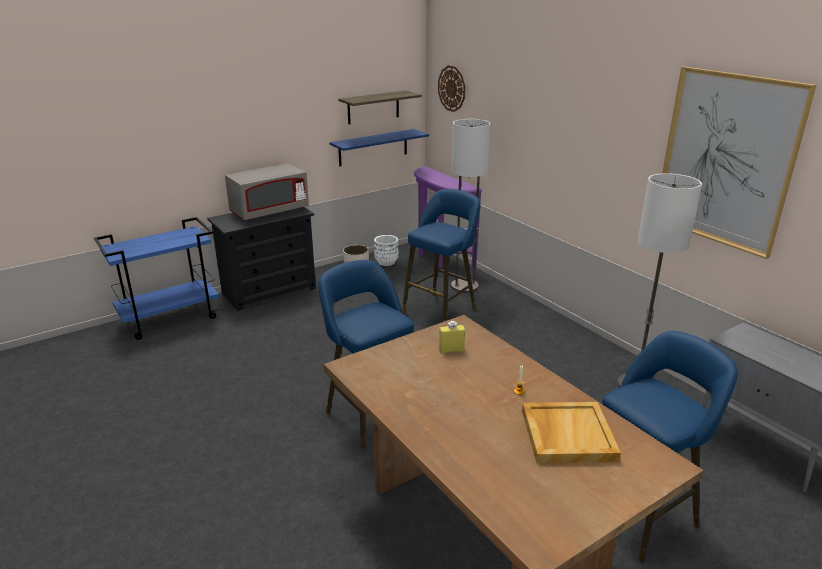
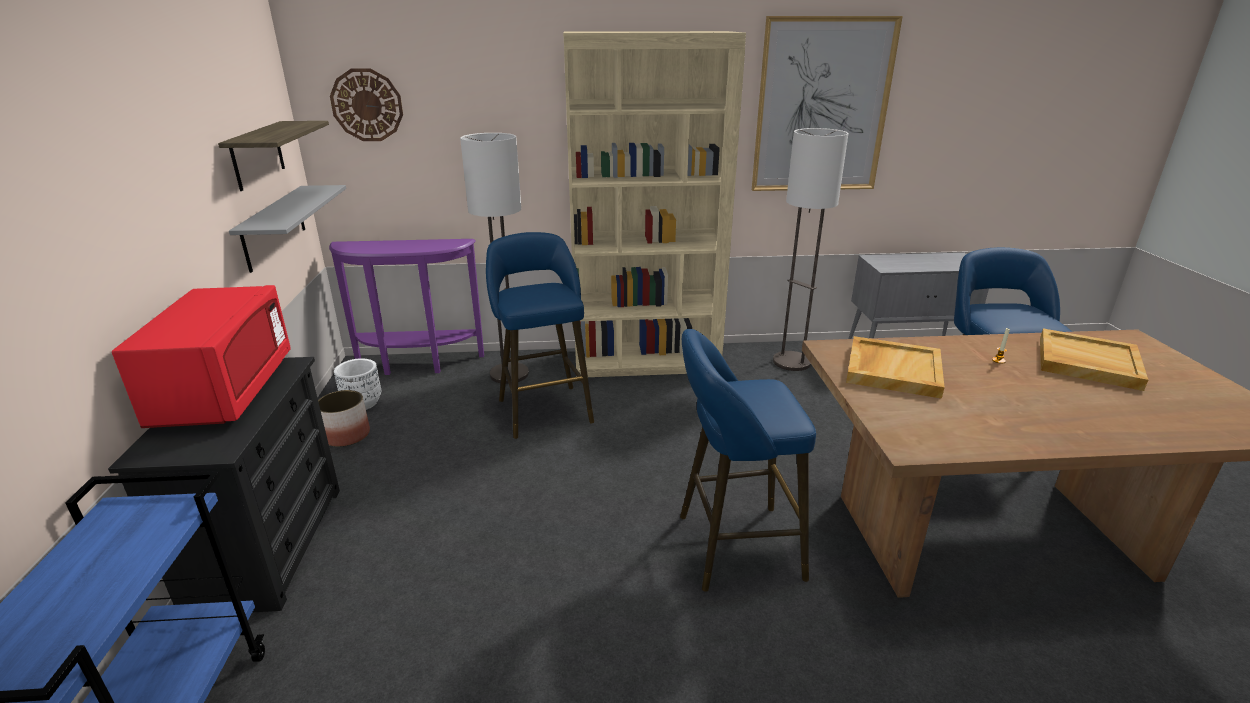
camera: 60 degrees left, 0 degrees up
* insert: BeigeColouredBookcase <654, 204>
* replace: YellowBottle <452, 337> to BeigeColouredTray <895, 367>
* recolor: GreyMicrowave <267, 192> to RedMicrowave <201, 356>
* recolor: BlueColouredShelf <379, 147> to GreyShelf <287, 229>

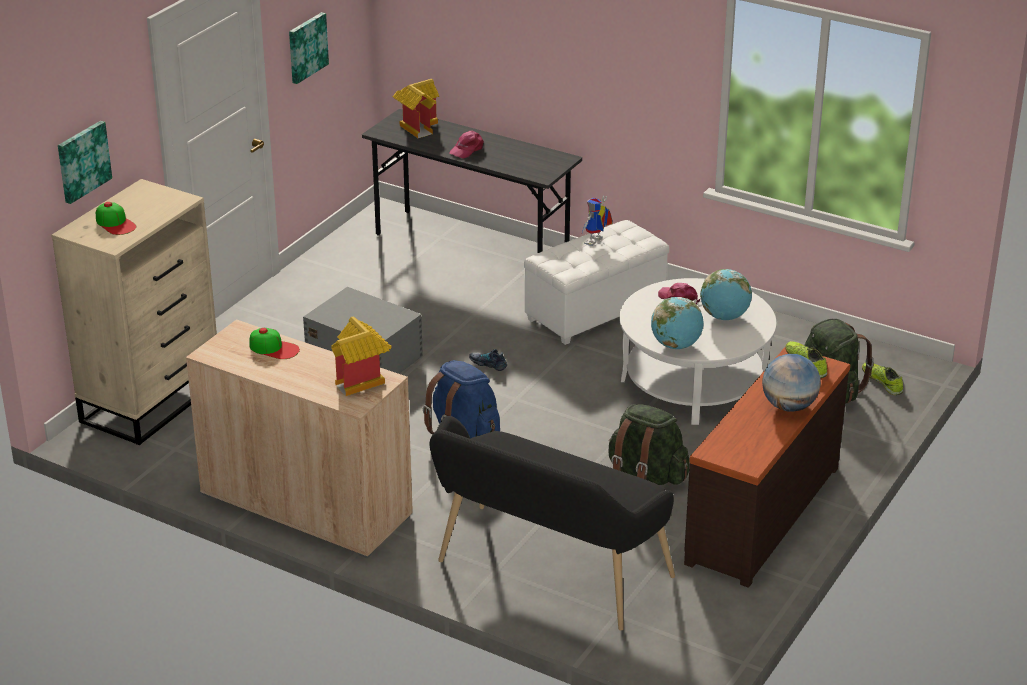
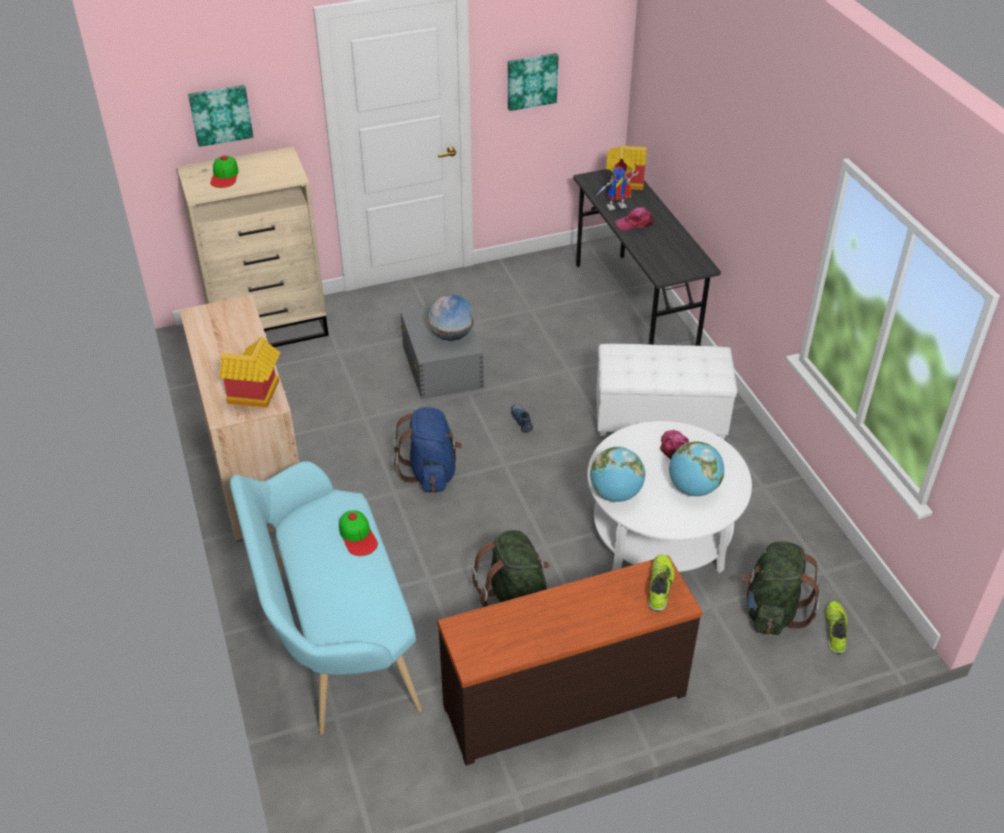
camera: 40 degrees right, 10 degrees up
* move: Cap <274, 343> to <358, 533>
* move: ModelRobot <597, 221> to <617, 189>
* move: DeskGlobe <791, 383> to <451, 317>
* recolor: BlackLongSeat <552, 523> to BlueGreenLongSeat <326, 598>

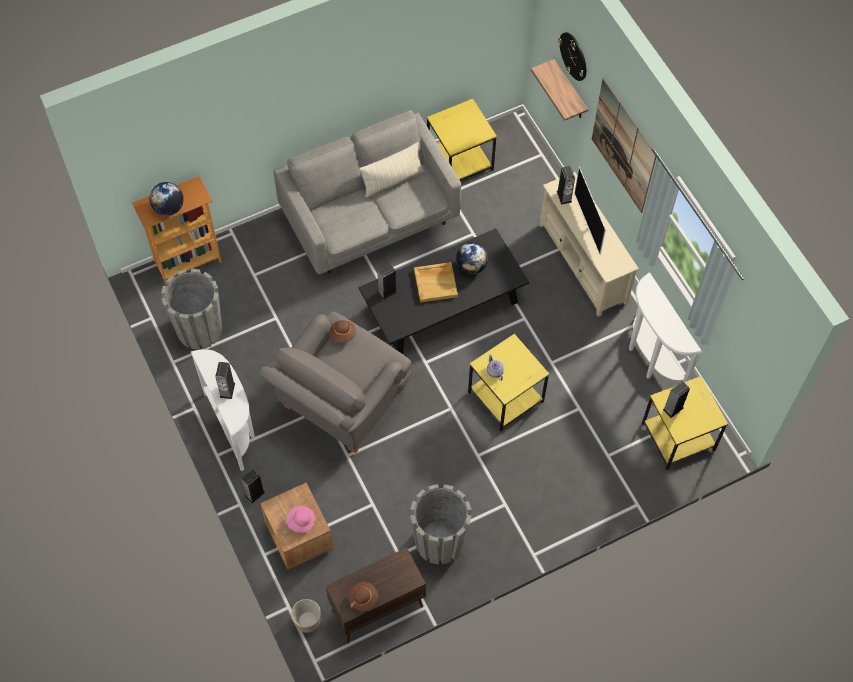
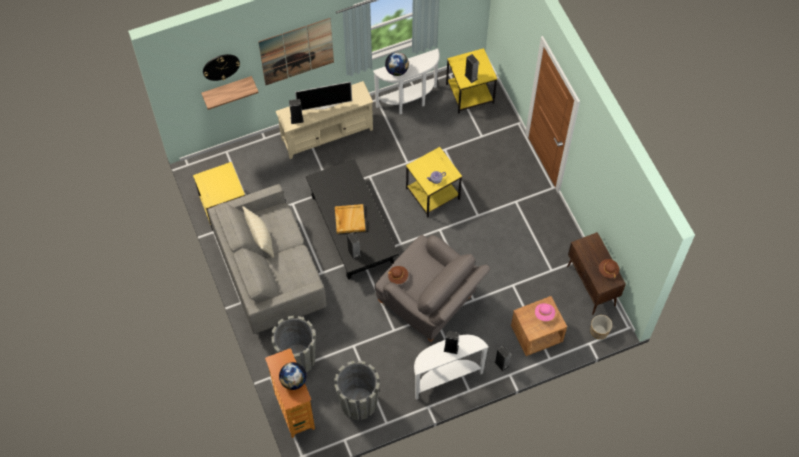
camera: 85 degrees left, 0 degrees up
* move: GreyPlantPot <441, 524> to <293, 344>
* move: DeskGlobe <472, 258> to <397, 64>

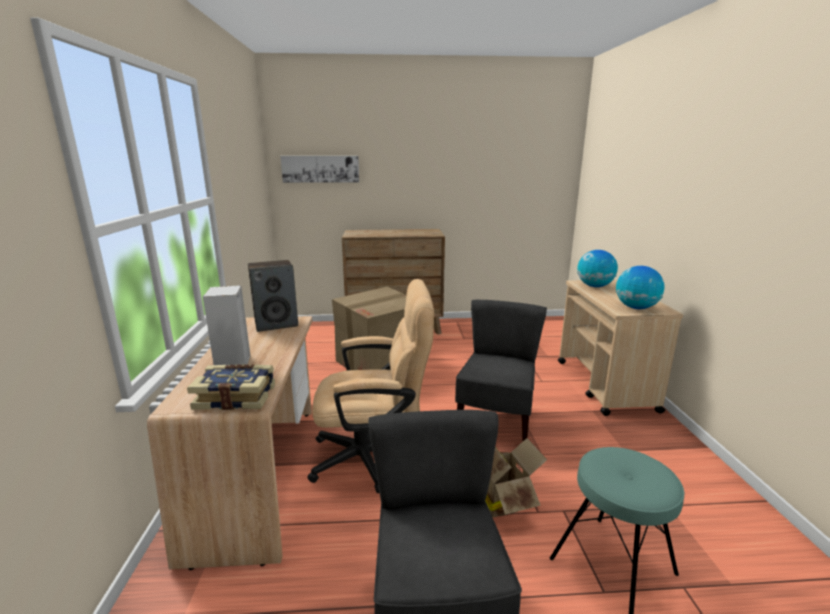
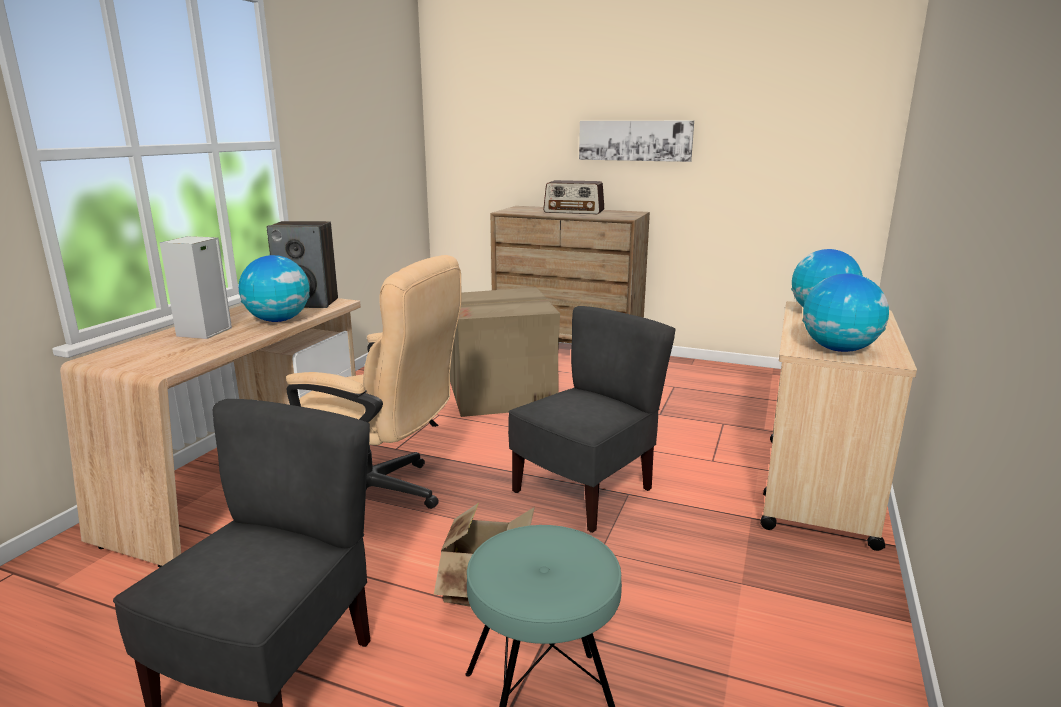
camera: 25 degrees right, 0 degrees up
* delete: BoundBook <231, 387>
* insert: DeskGlobe <274, 288>
* insert: RadioSet <573, 197>
* move: WallArt <319, 169> to <636, 141>

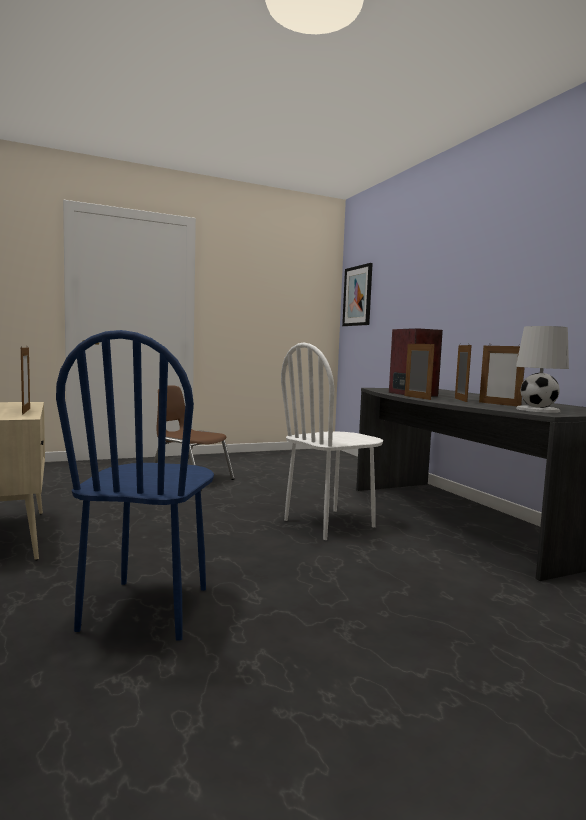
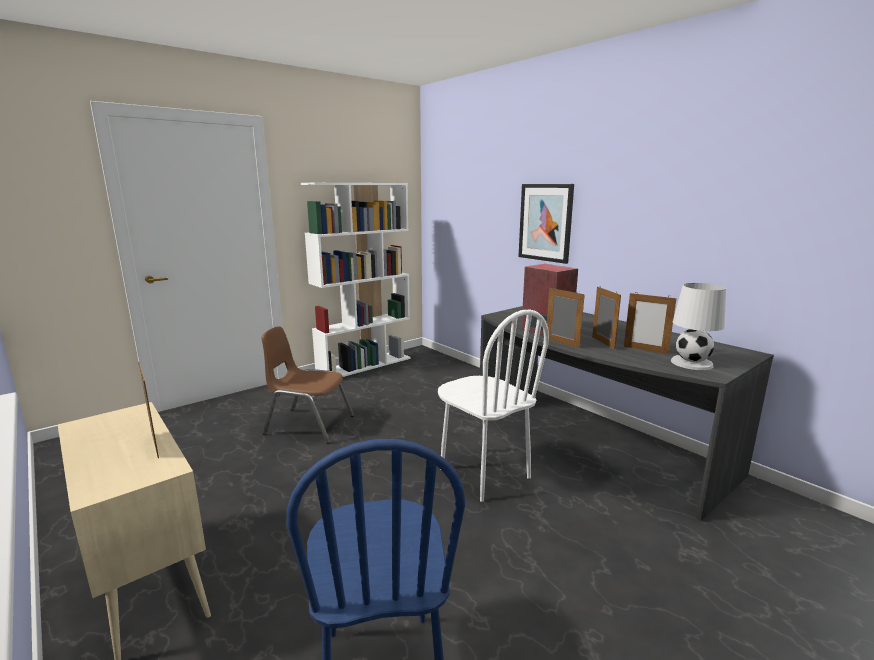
camera: 15 degrees left, 10 degrees up
* insert: WhiteBookcase <356, 280>
* move: WallArt <357, 294> to <546, 224>
* rotate: WhiteUprightChair <332, 441> = <493, 406> 75 degrees counterclockwise

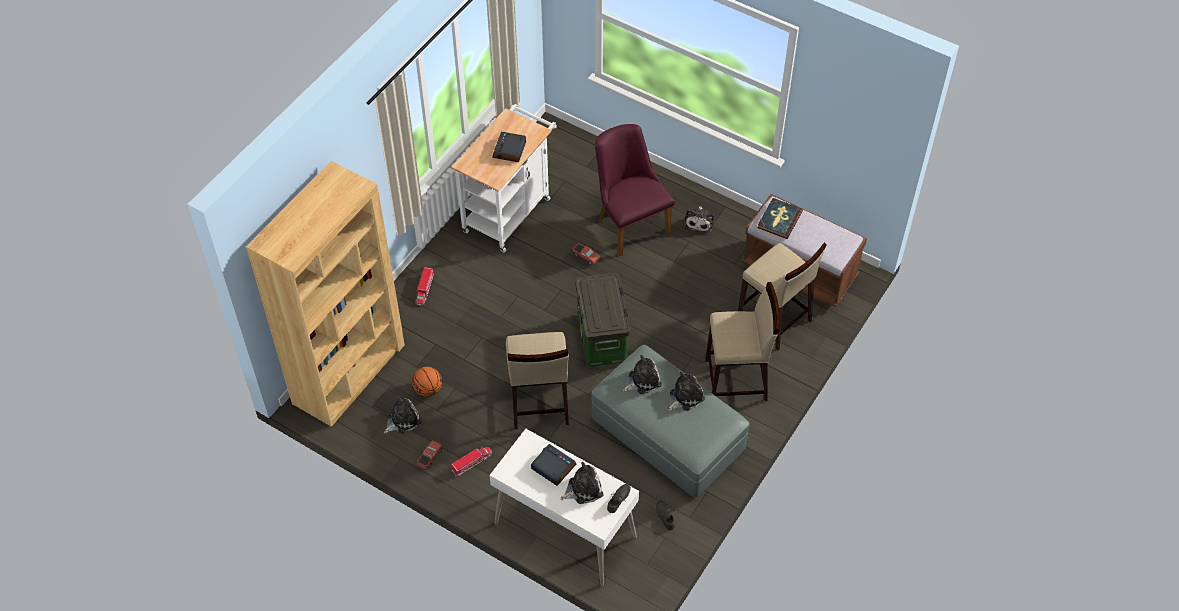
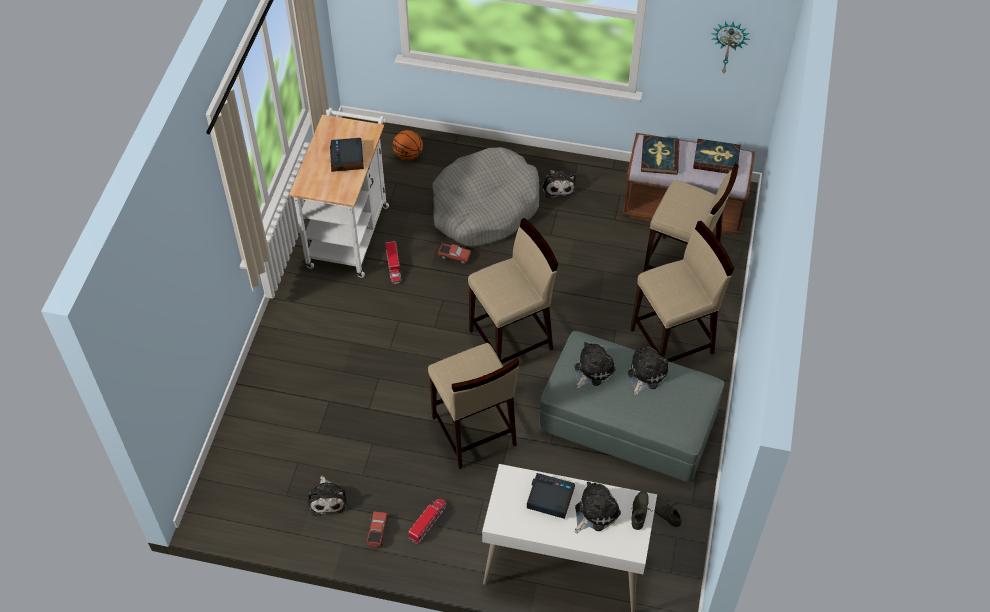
camera: 20 degrees left, 0 degrees up
* delete: BrownishBookcase <325, 294>
* insert: BoundBook <717, 156>
* insert: HangingClock <730, 47>
* move: Basketball <427, 382> to <408, 145>
* move: ModelTruck <424, 286> to <393, 262>
* replace: StorageContainer <602, 319> to BeigeColouredSittingStool <513, 291>
* replace: PurpleColouredUprightChair <635, 190> to GreyDogBed <486, 197>
* rotate: PlushToy <402, 415> = <327, 495> 135 degrees clockwise

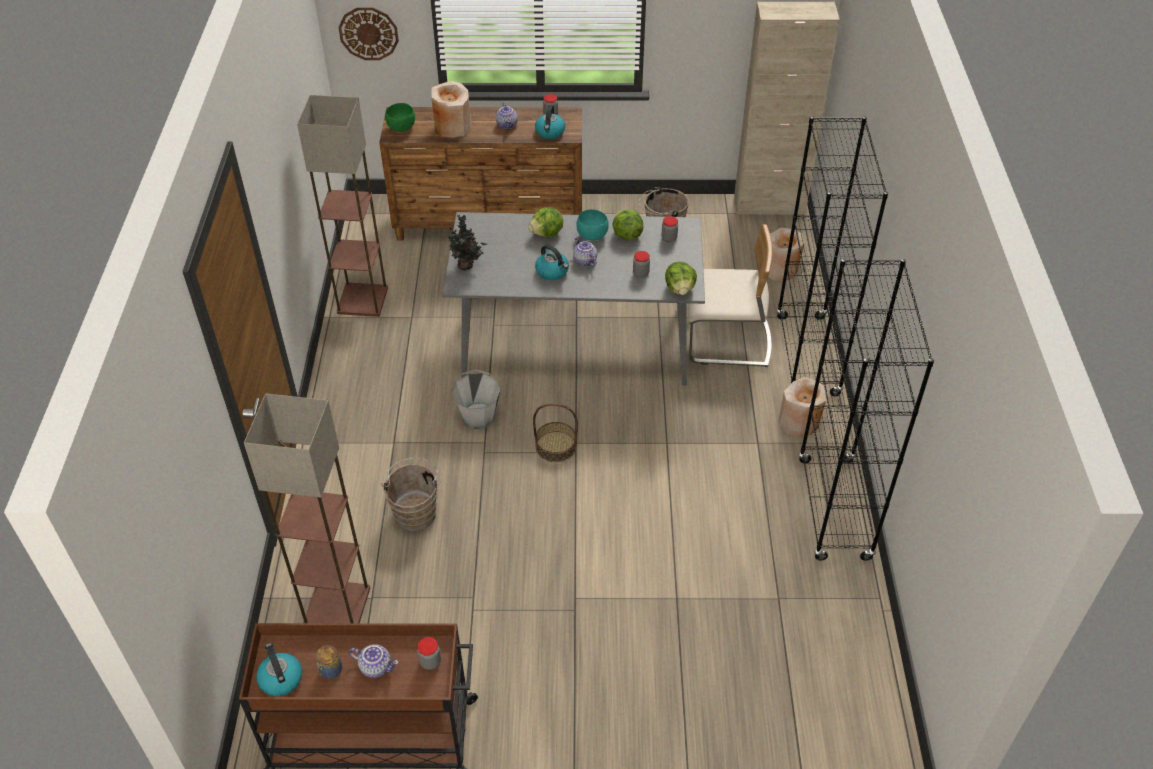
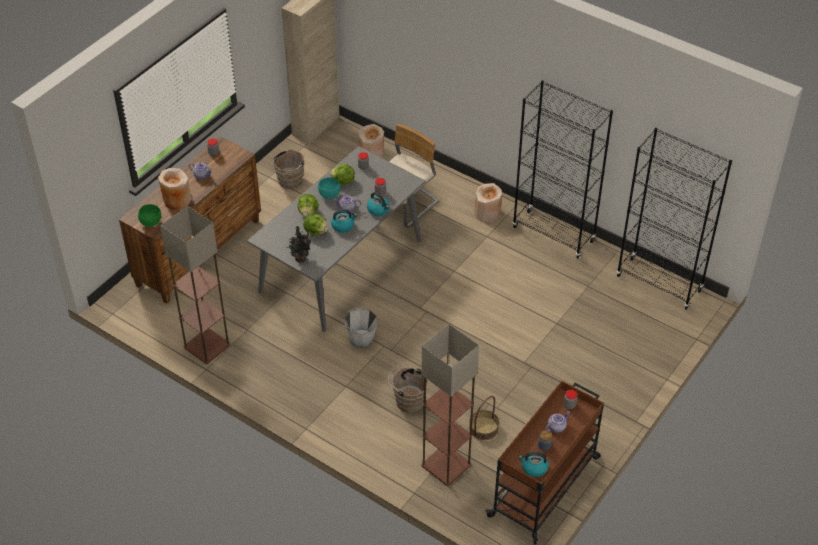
camera: 55 degrees left, 0 degrees up
* delete: HangingClock <368, 33>
* move: Basket <555, 432> to <484, 418>
* move: TeaKettle <550, 122> to <378, 204>
* move: HeadOfLettuce <681, 278> to <315, 224>
* move: BlackBookcase <832, 256> to <674, 219>

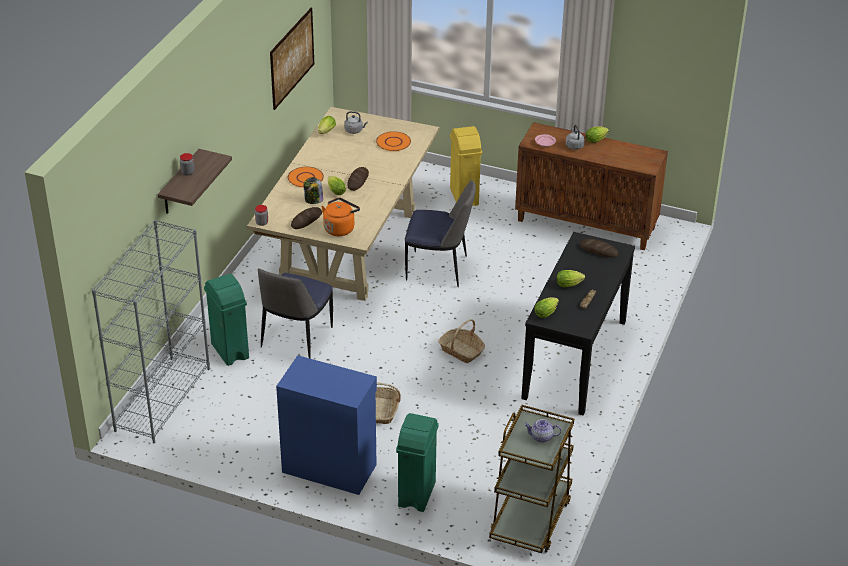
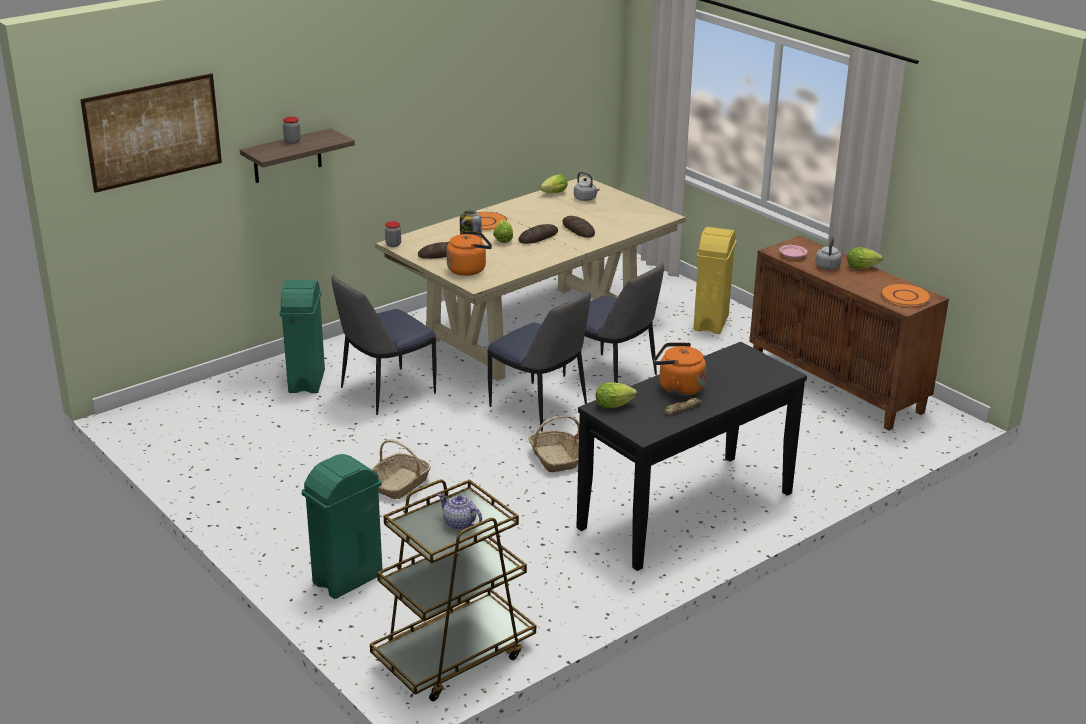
camera: 30 degrees right, 10 degrees down
* delete: GreyBookcase <151, 331>
* delete: BlueColouredCupboard <326, 425>
* insert: UprightChair <539, 361>
* move: WallArt <292, 59> to <151, 133>
* move: OrangePlate <393, 141> to <905, 295>
* move: BakeryBread <598, 248> to <578, 227>
* replace: HeadOfLettuce <571, 278> to OrangeTeaKettle <679, 369>

